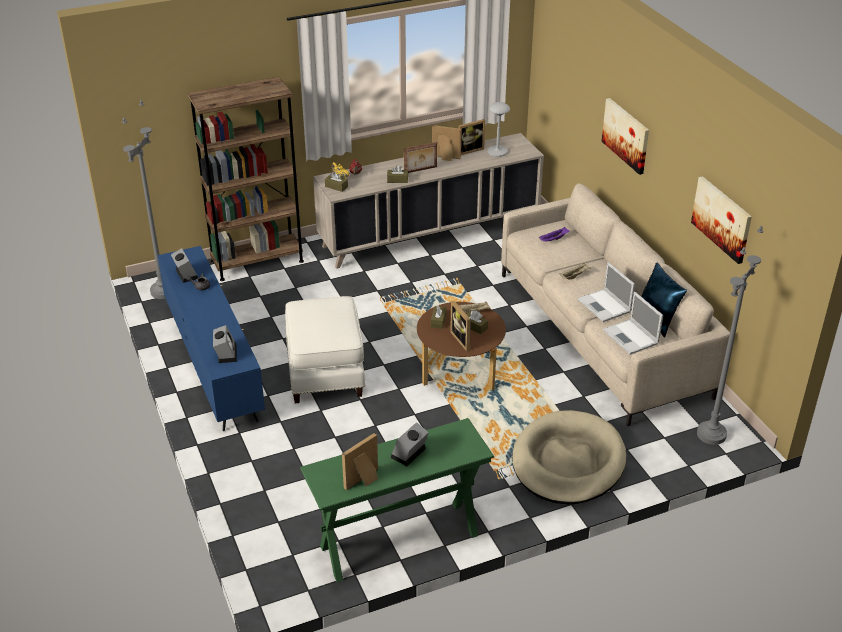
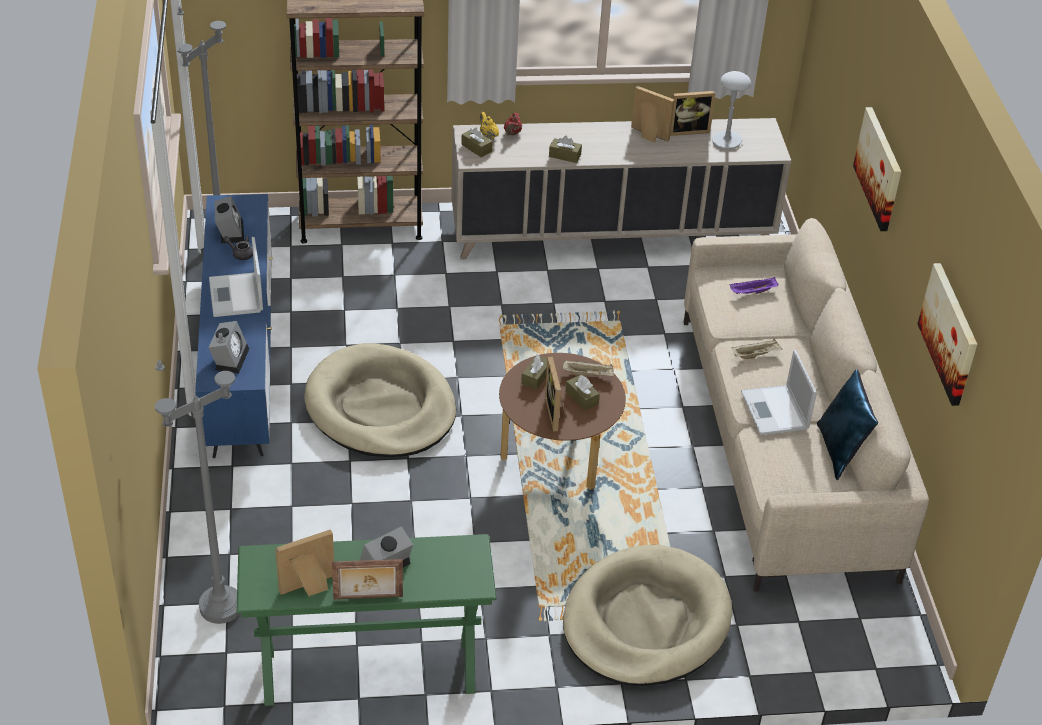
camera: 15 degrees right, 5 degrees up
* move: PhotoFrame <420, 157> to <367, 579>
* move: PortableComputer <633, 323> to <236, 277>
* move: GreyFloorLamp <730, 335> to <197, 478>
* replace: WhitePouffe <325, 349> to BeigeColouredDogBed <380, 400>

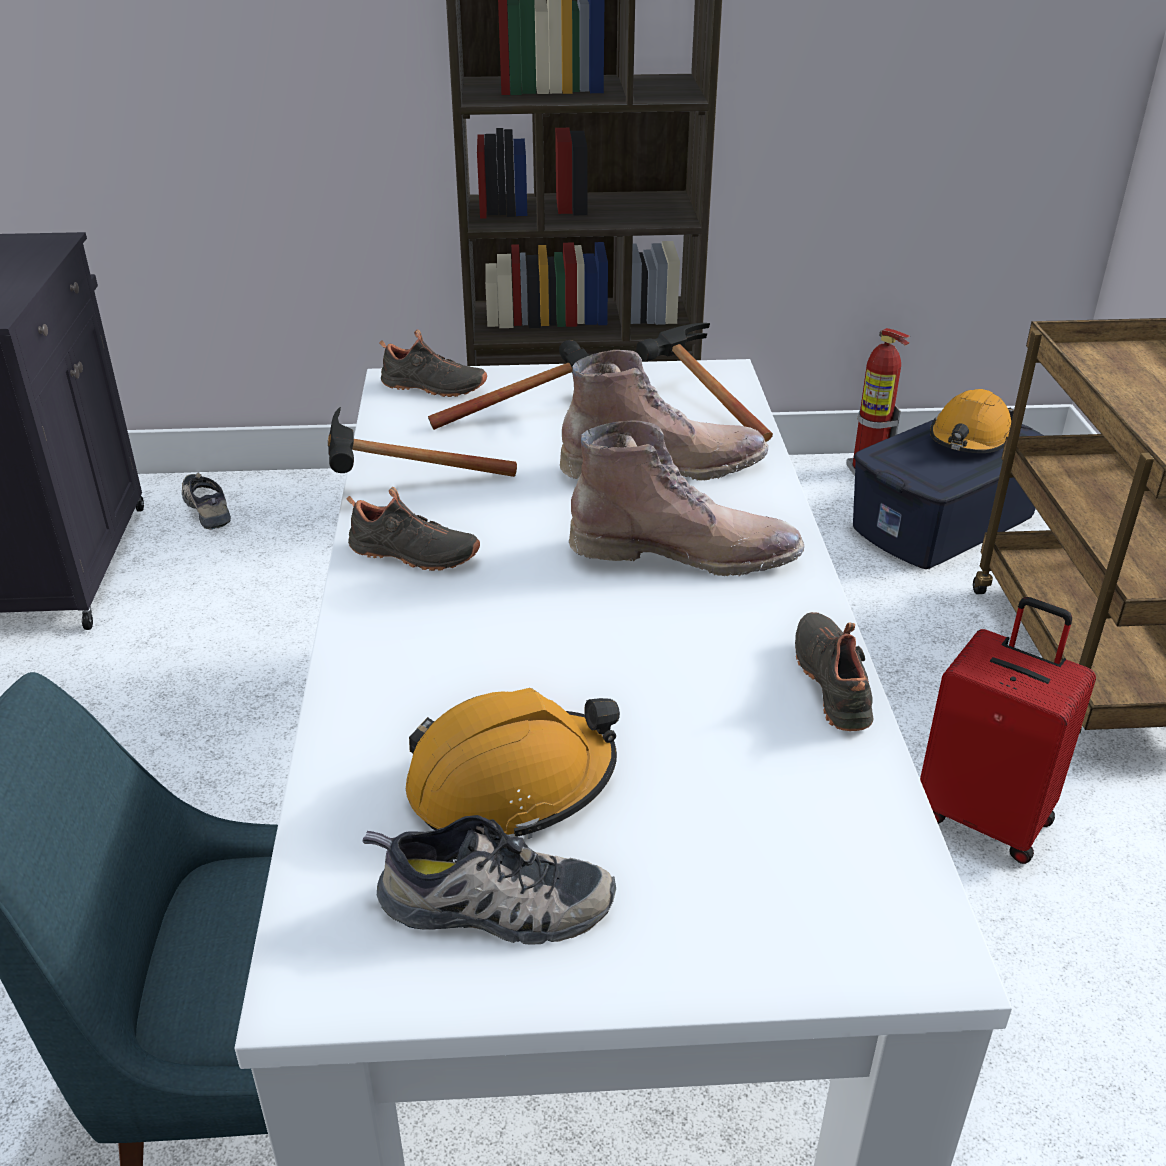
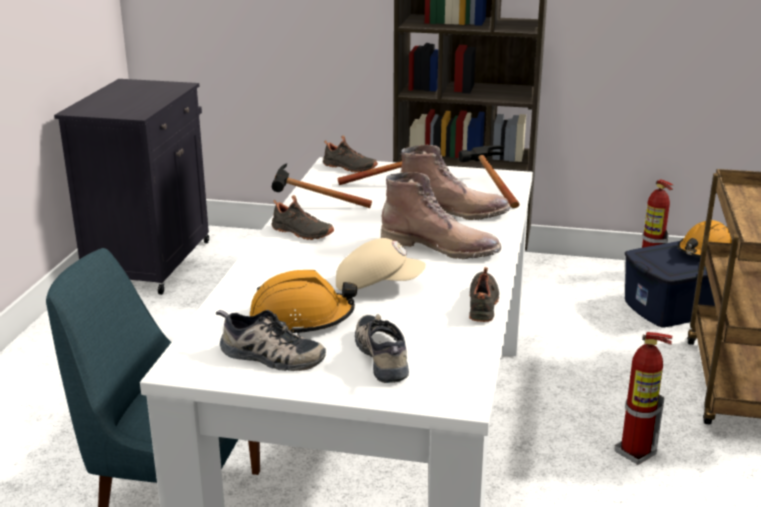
camera: 15 degrees right, 10 degrees down
* insert: BeigeColouredCap <381, 264>
* move: ItemOfFootwear <206, 501> to <382, 348>
* replace: RedSuitcase <1008, 730> to FireExtinguisher <643, 398>

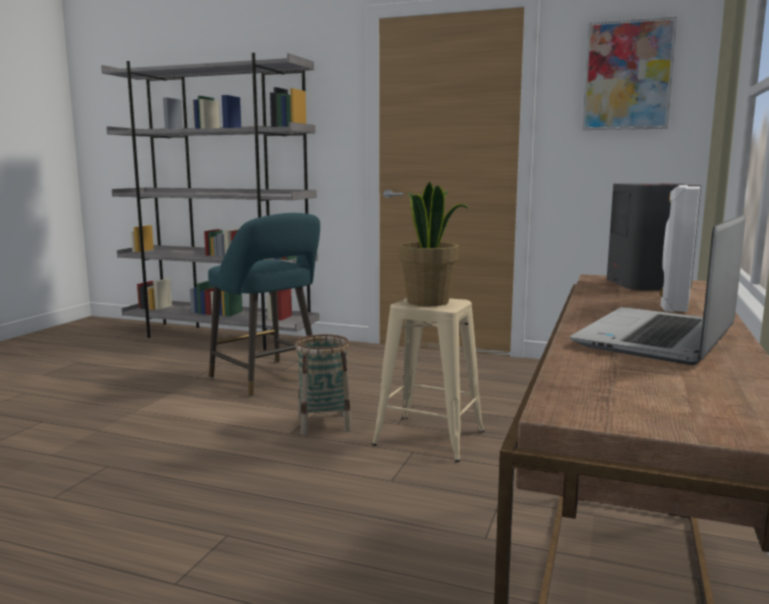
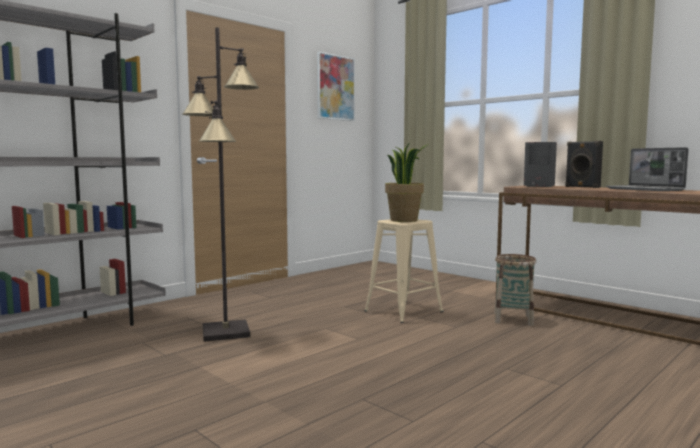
camera: 65 degrees left, 5 degrees down
* move: Basket <323, 384> to <515, 290>
* replace: BlueGreenSittingStool <264, 305> to BlackFloorLamp <220, 184>
* recolor: WhiteAudioSpeaker <680, 248> to BlackAudioSpeaker <584, 164>

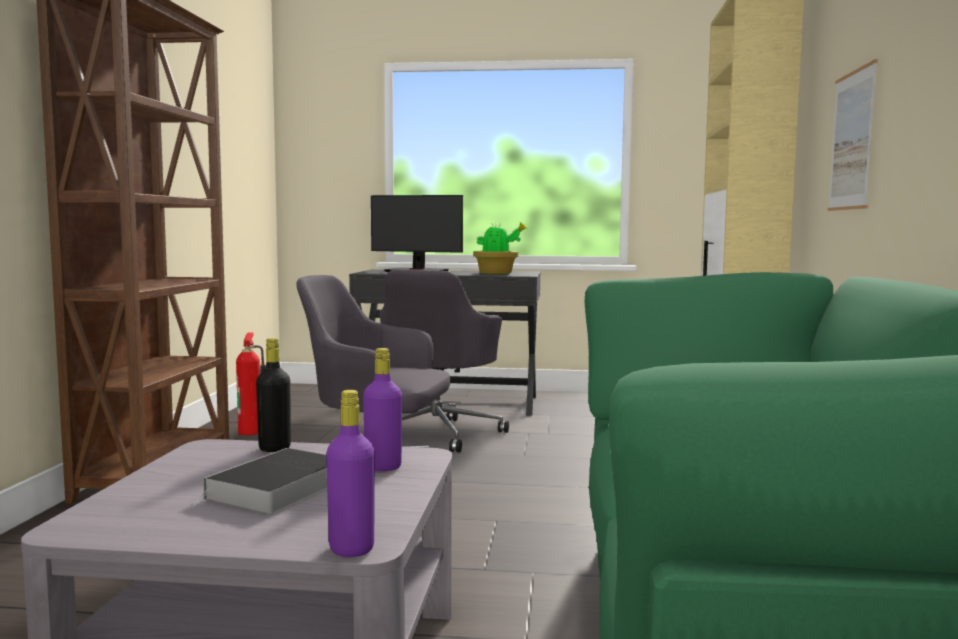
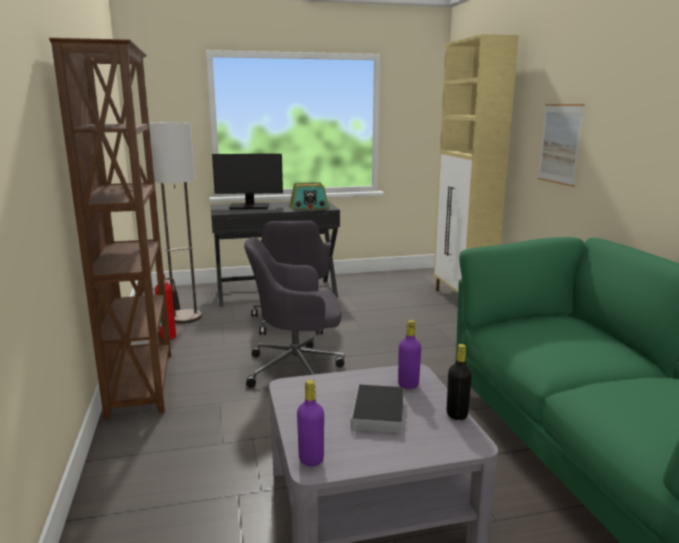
camera: 20 degrees left, 10 degrees up
* insert: FloorLamp <175, 223>
* move: BlackBottle <273, 395> to <459, 382>
* move: PurpleColouredBottle <350, 473> to <310, 423>
* replace: PlantInAPot <500, 248> to RadioSet <309, 195>

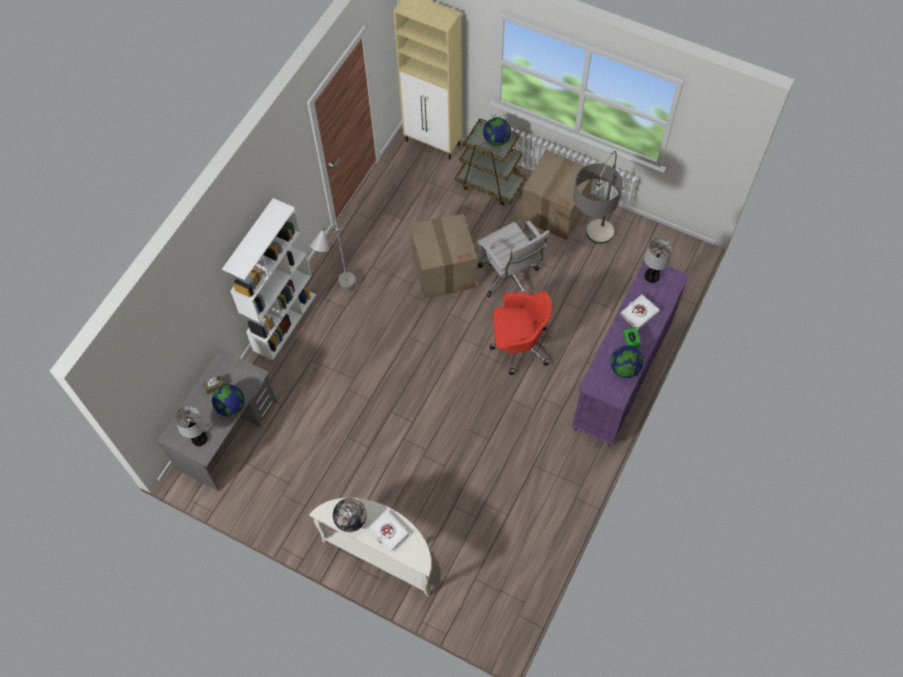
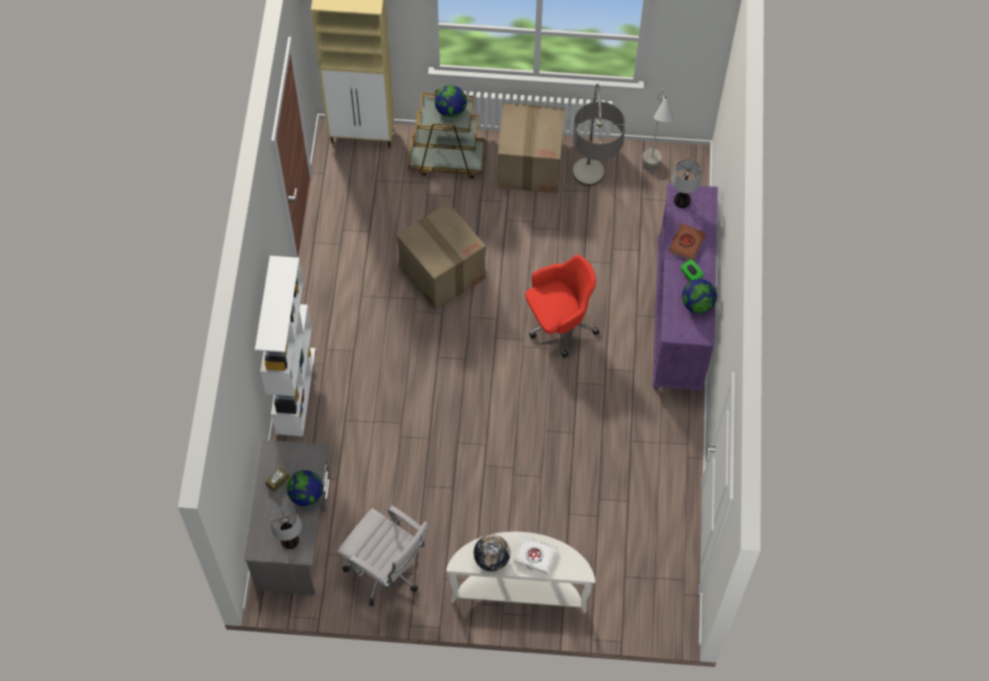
camera: 25 degrees left, 0 degrees up
* move: GreyFloorLamp <333, 256> to <658, 129>
* move: WhiteComputerChair <512, 259> to <383, 556>
* recolor: WhiteBoundBook <640, 312> to BrownishBoundBook <687, 241>

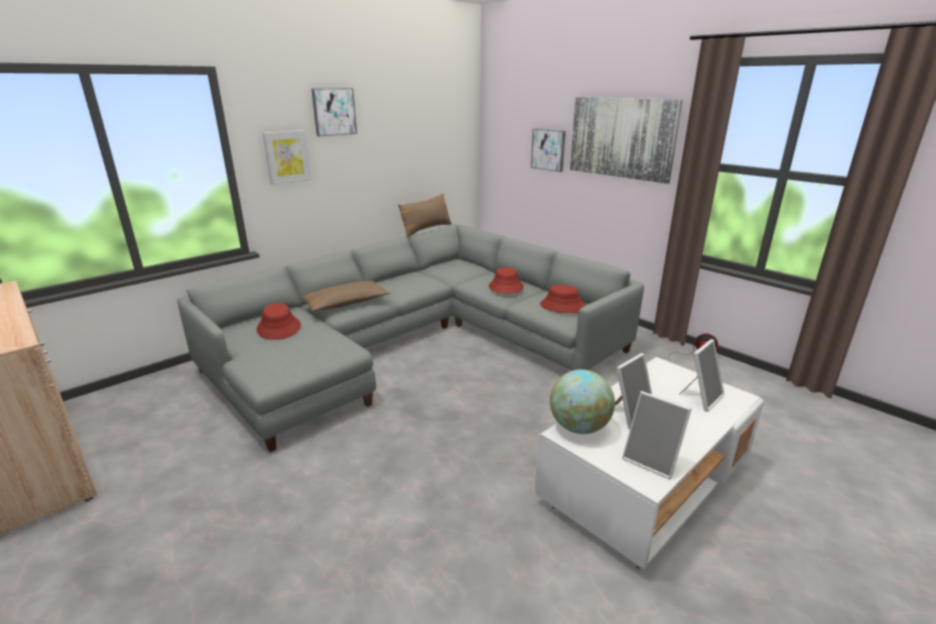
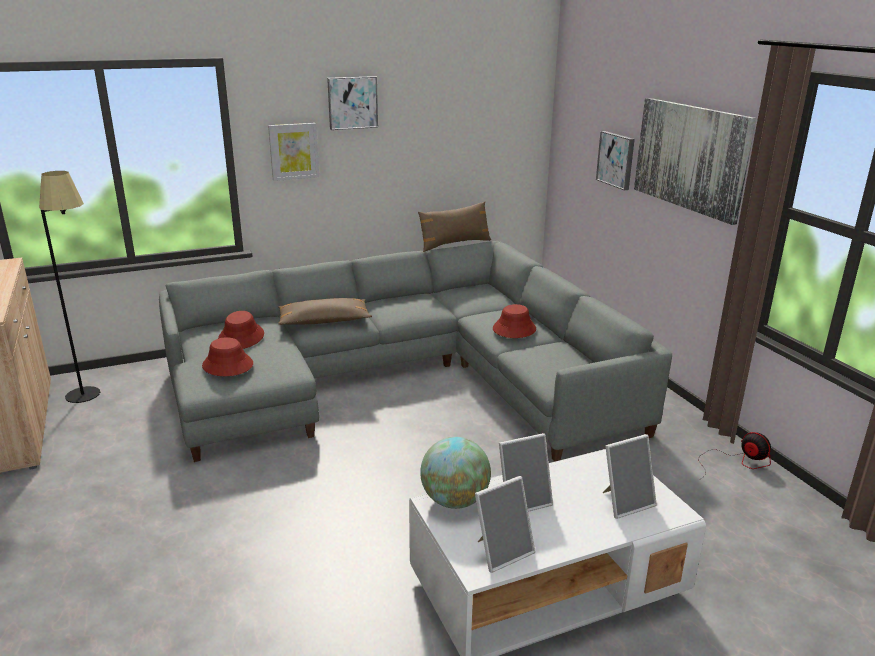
camera: 20 degrees right, 0 degrees up
* insert: BlackFloorLamp <69, 287>
* move: RedHat <563, 299> to <227, 356>
* rotate: PhotoFrame <657, 435> = <505, 524> 90 degrees counterclockwise

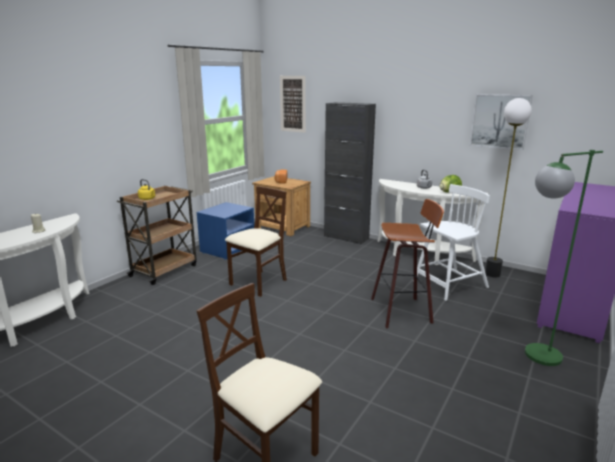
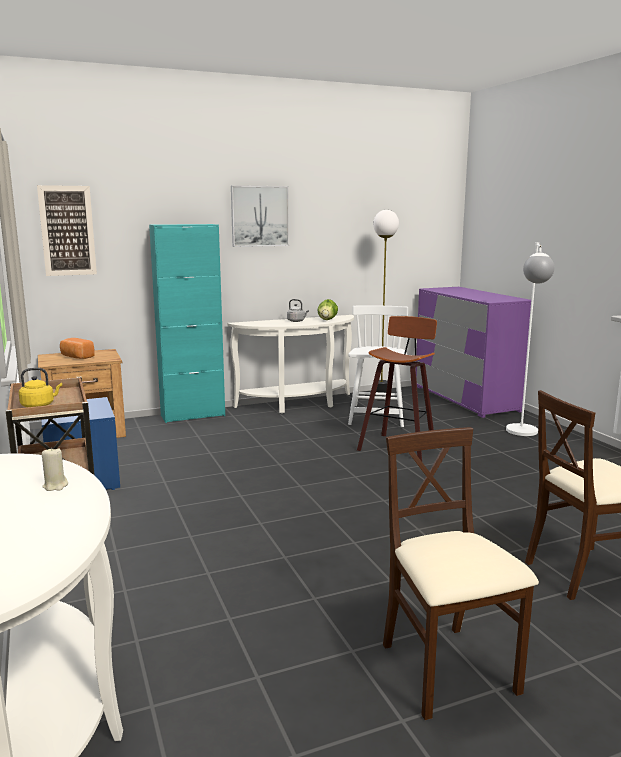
camera: 55 degrees left, 5 degrees down
* move: BeigeColouredUprightChair <256, 241> to <461, 573>
* move: WallArt <501, 122> to <260, 216>
* recolor: BlackCupboard <350, 173> to BlueGreenCupboard <187, 323>
* recolor: GreenColouredFloorLamp <564, 258> to WhiteFloorLamp <530, 339>

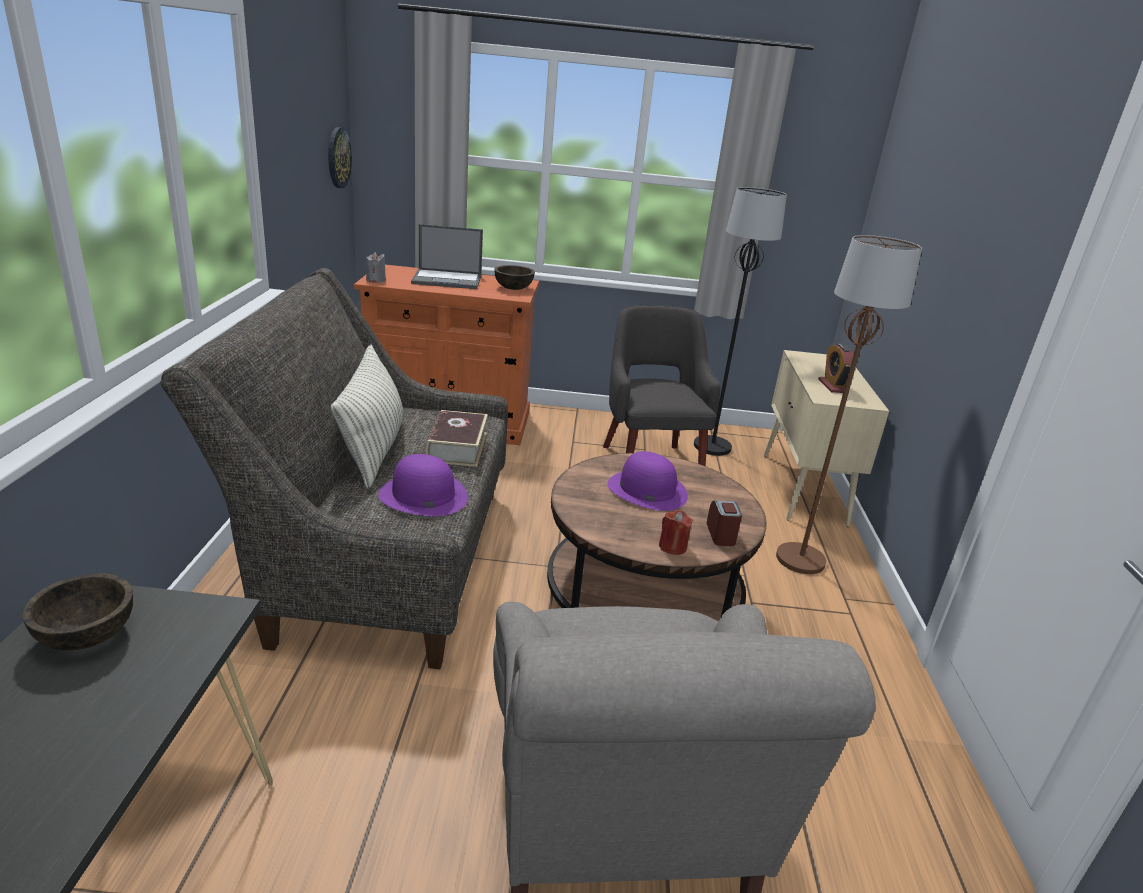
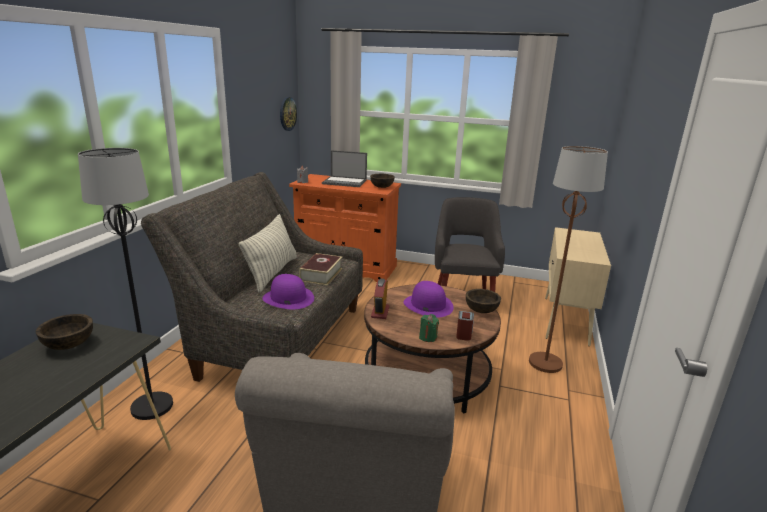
camera: 15 degrees right, 5 degrees down
* insert: BrownishDeepDish <483, 301>
* move: BlackFloorLamp <740, 321> to <125, 284>
* move: AlarmClock <835, 368> to <380, 299>
* recolor: RedCandle <676, 532> to GreenColouredCandle <429, 328>

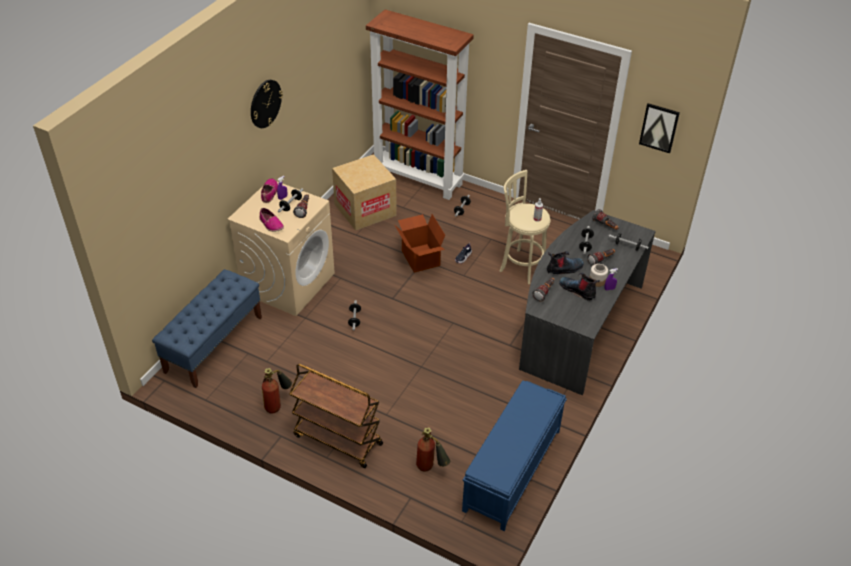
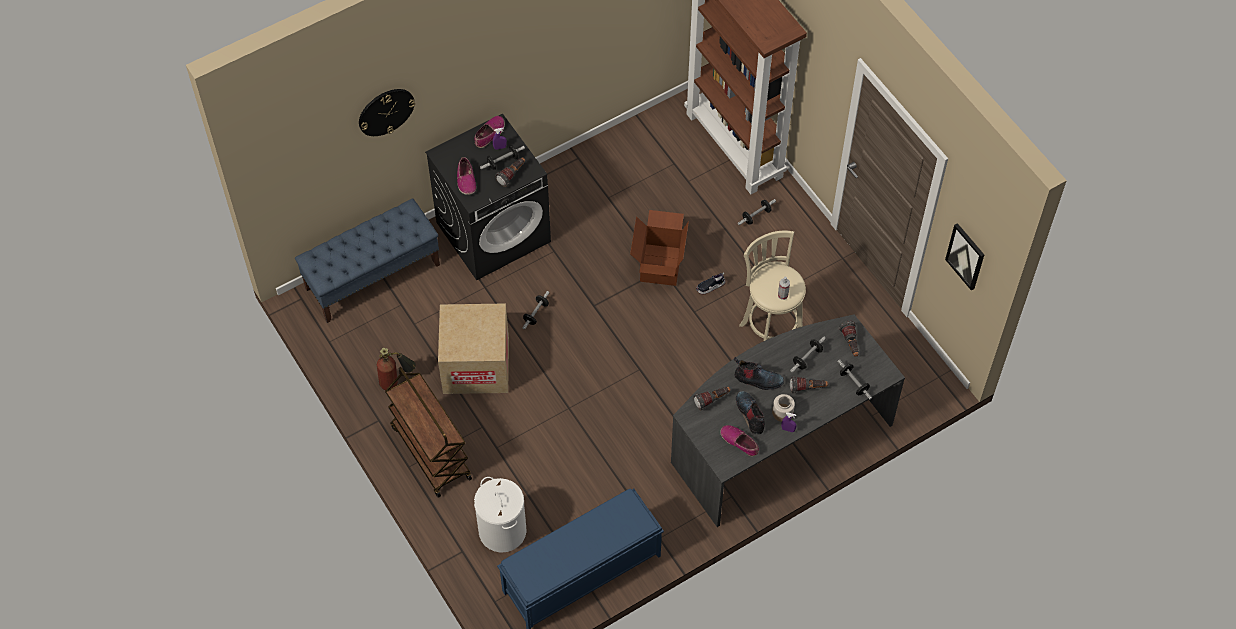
camera: 30 degrees right, 15 degrees up
* insert: ItemOfFootwear <739, 441>
* move: HangingClock <267, 104> to <387, 112>
* move: Carton <364, 192> to <473, 348>
* replace: FireExtinguisher <433, 449> to WhiteHamper <500, 514>
* recolor: BeigeColouredLaundryMachine <281, 249> to BlackLaundryMachine <488, 196>

